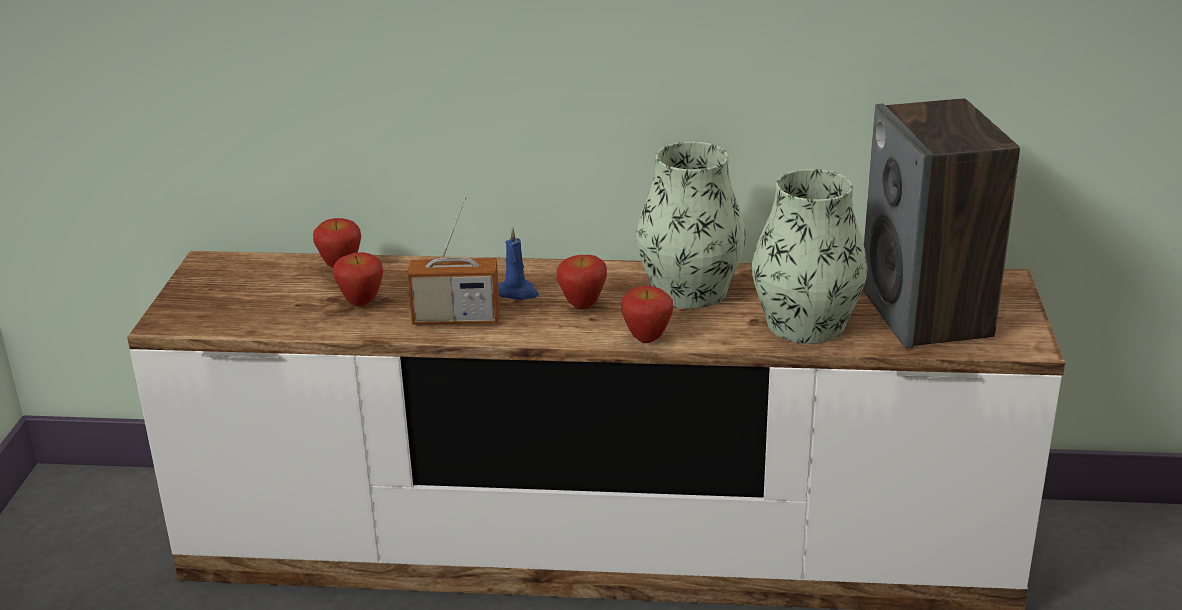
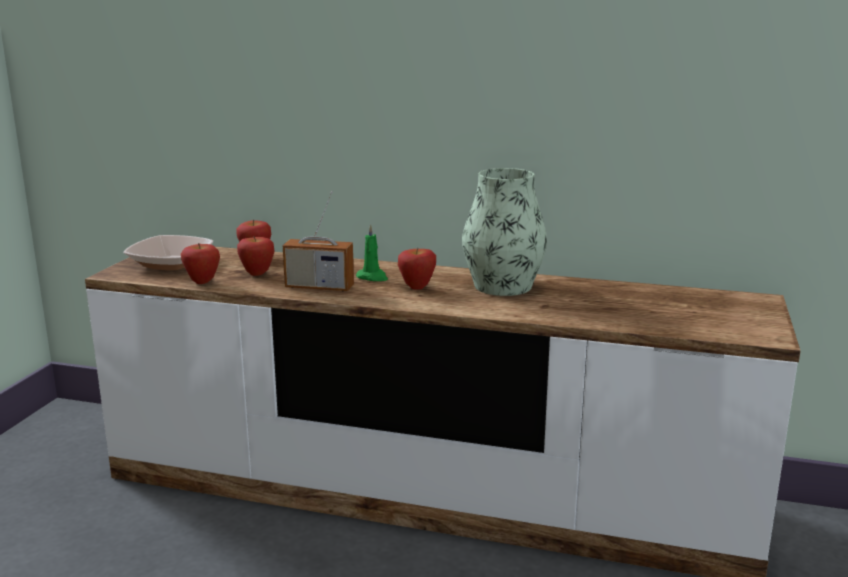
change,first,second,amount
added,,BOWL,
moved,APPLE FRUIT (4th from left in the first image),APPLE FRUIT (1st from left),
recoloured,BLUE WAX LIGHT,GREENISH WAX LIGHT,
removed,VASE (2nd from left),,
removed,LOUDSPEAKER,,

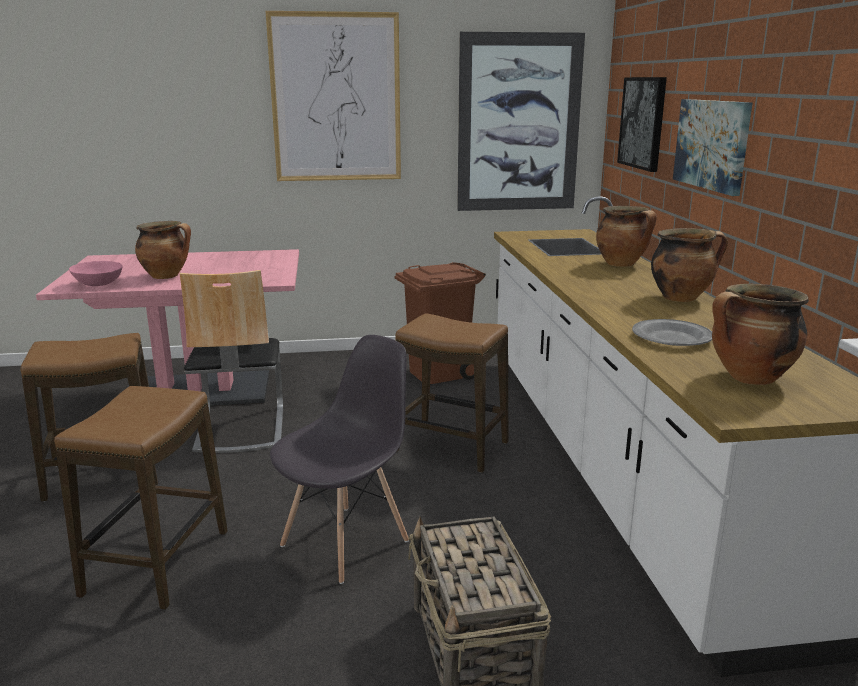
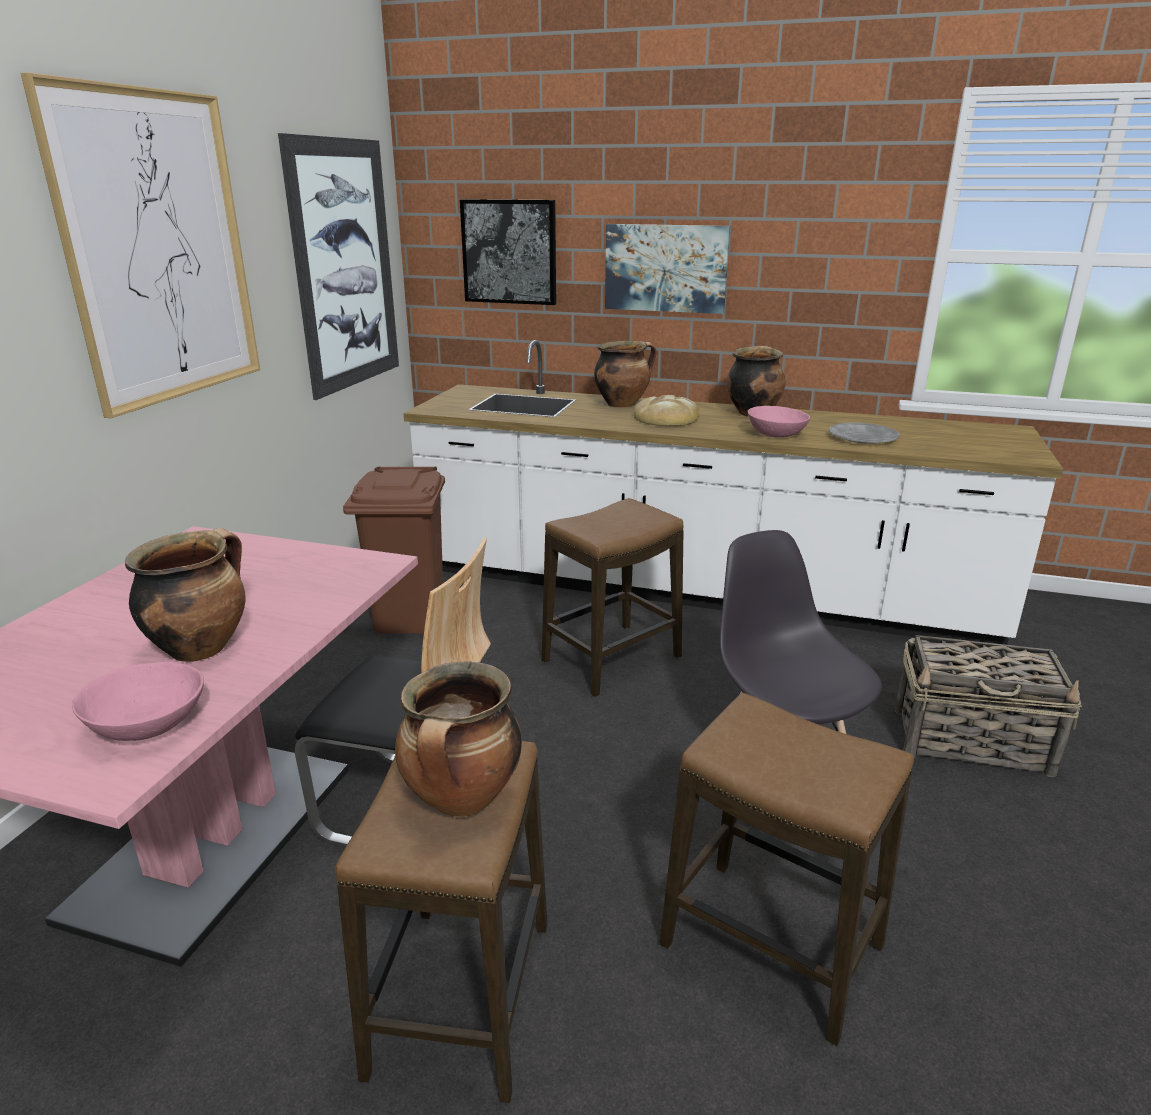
change,first,second,amount
moved,SAUCEPOT (4th from left in the first image),SAUCEPOT (2nd from left),
added,,BAKERY BREAD,
added,,PINKISH BOWL (2nd from left),

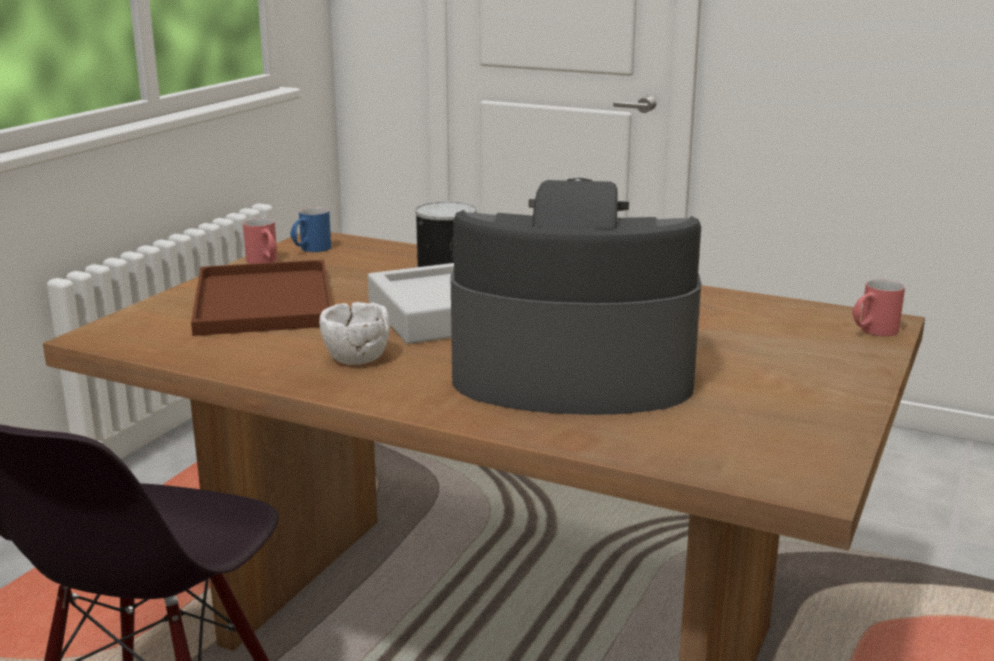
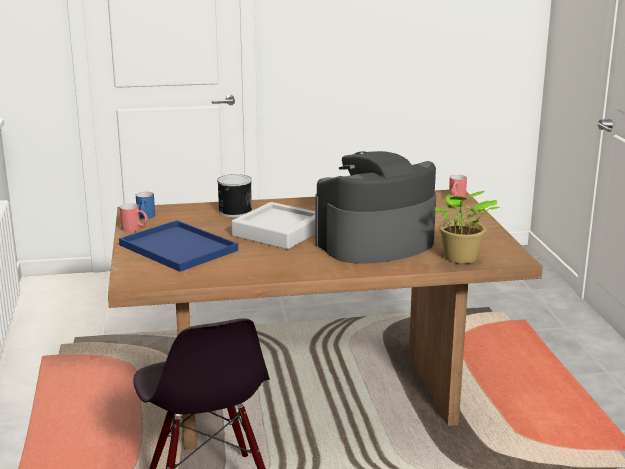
change,first,second,amount
recoloured,BROWN-COLOURED TRAY,BLUE TRAY,
added,,HOUSEPLANT,
removed,WHITE BOWL,,

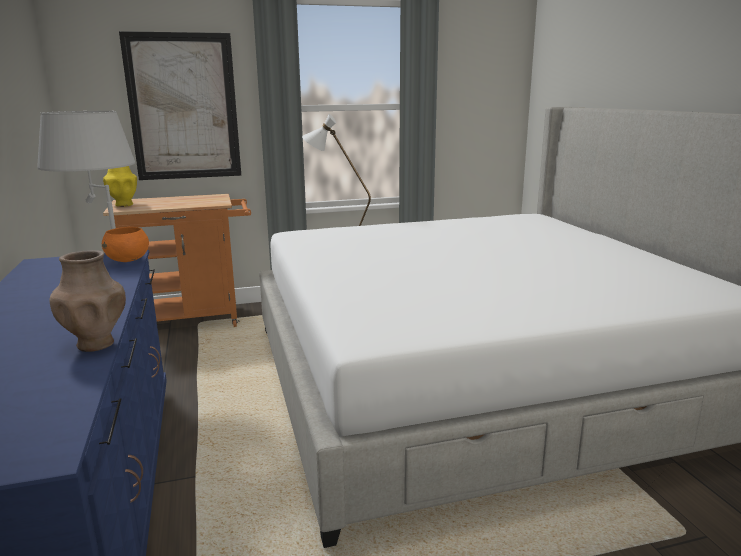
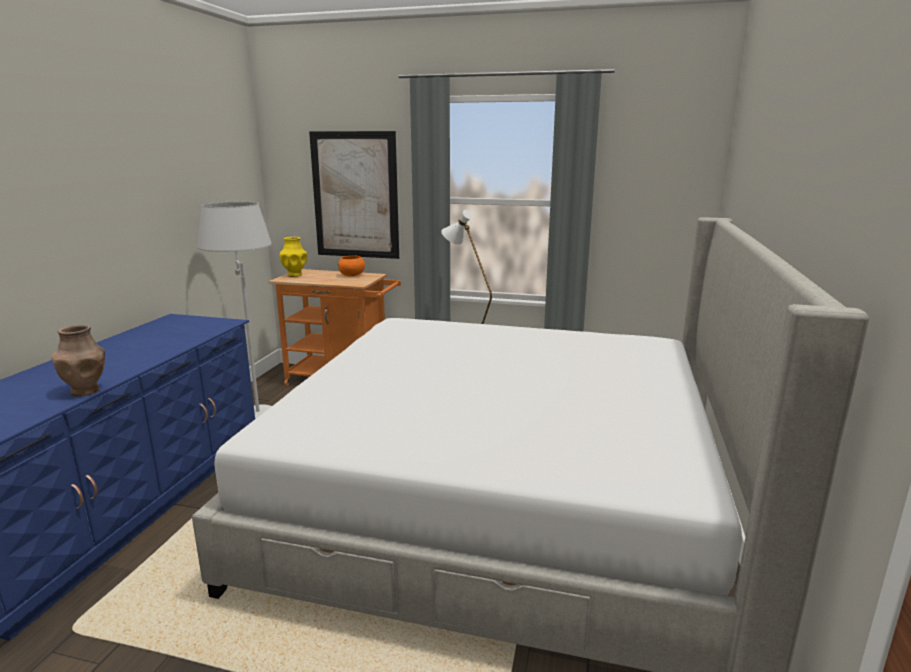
change,first,second,amount
moved,ORANGE-COLOURED BOWL,,

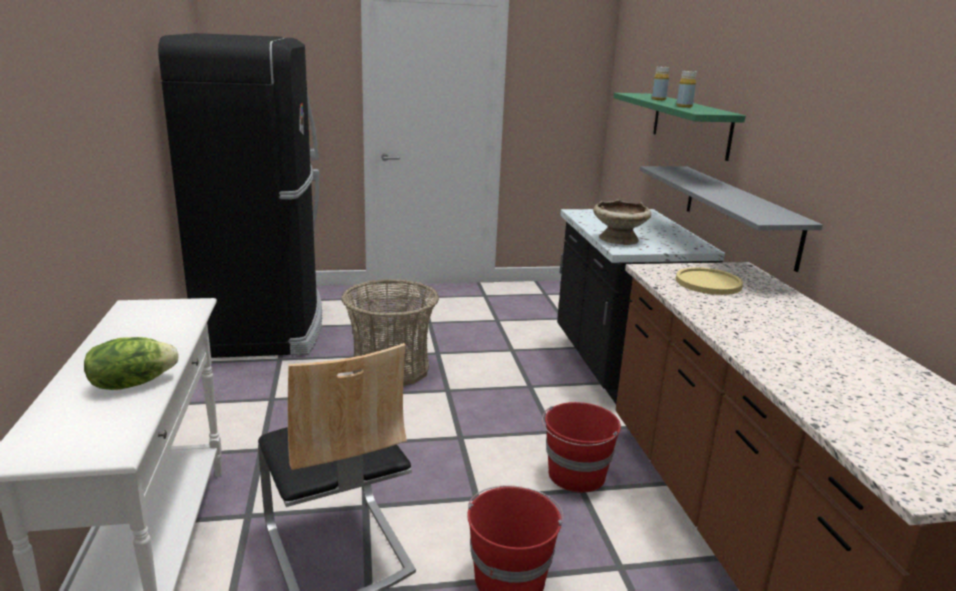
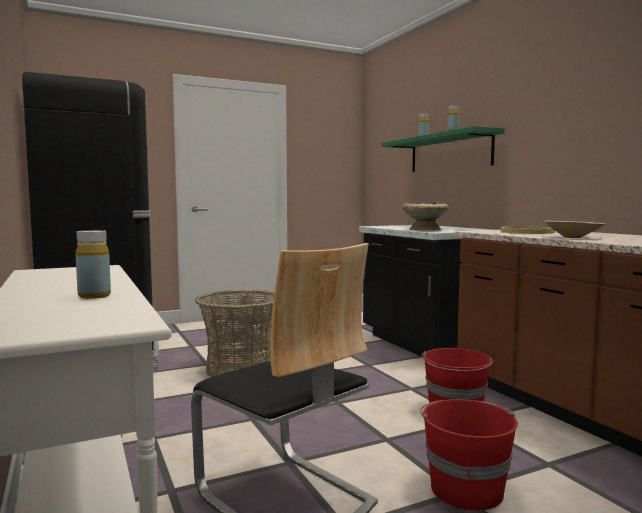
change,first,second,amount
replaced,HEAD OF LETTUCE,YELLOW BEVERAGE BOTTLE (1st from left),
added,,BEIGE BOWL (2nd from left),
removed,GREY BRACKET SHELF,,

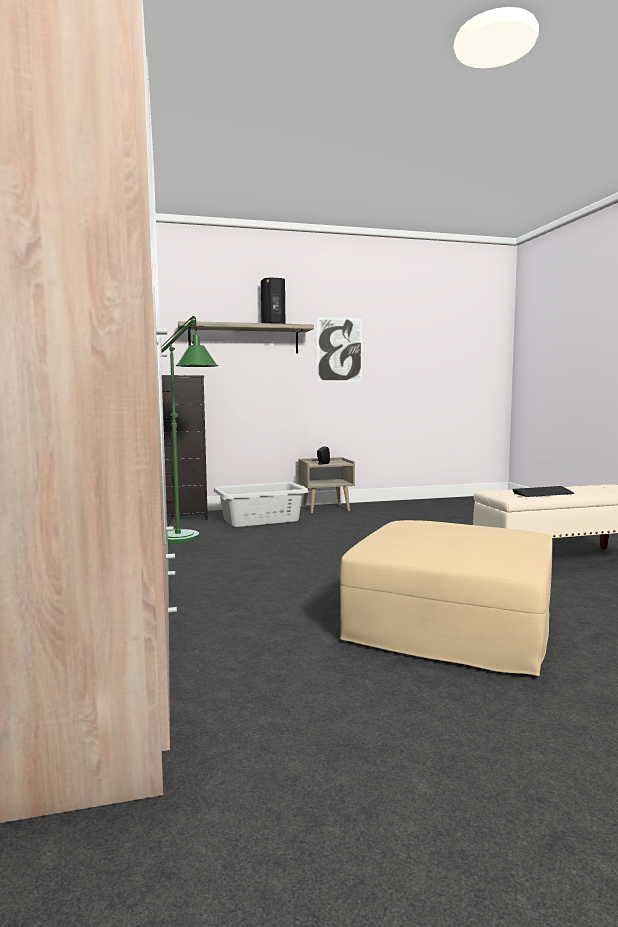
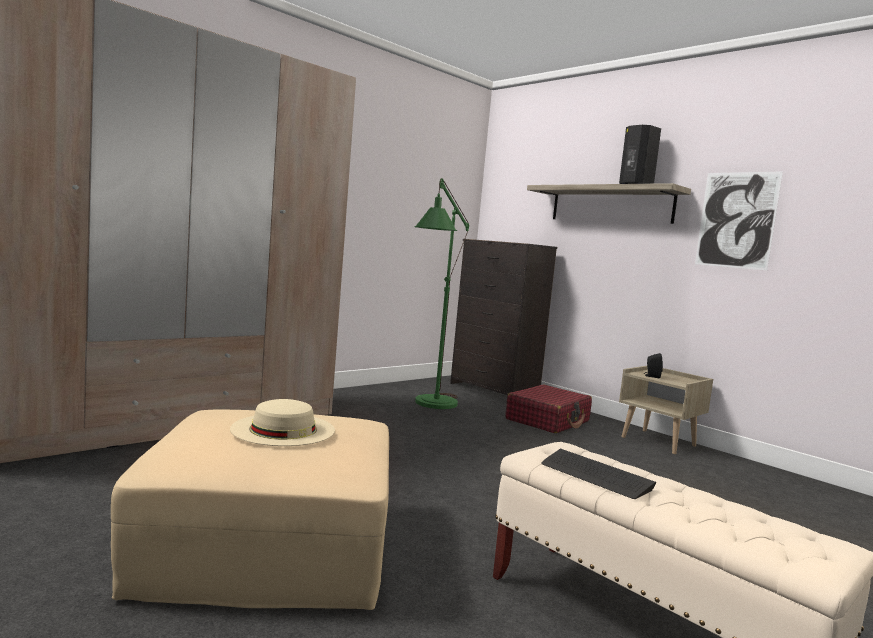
change,first,second,amount
added,,BEIGE HAT,
replaced,GREY WASHING BASKET,RED-COLOURED PIECE OF LUGGAGE,

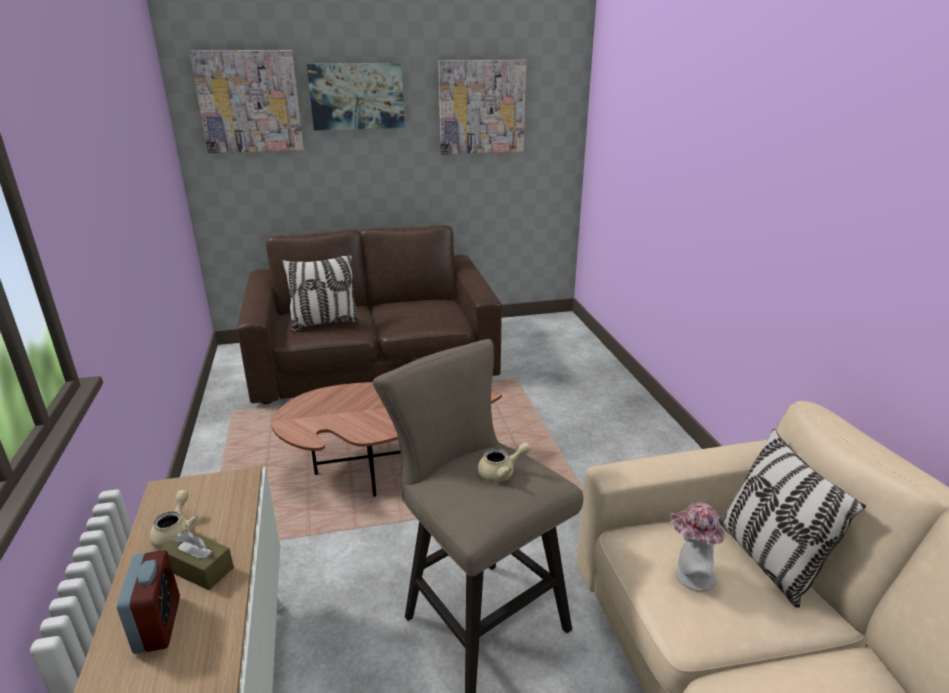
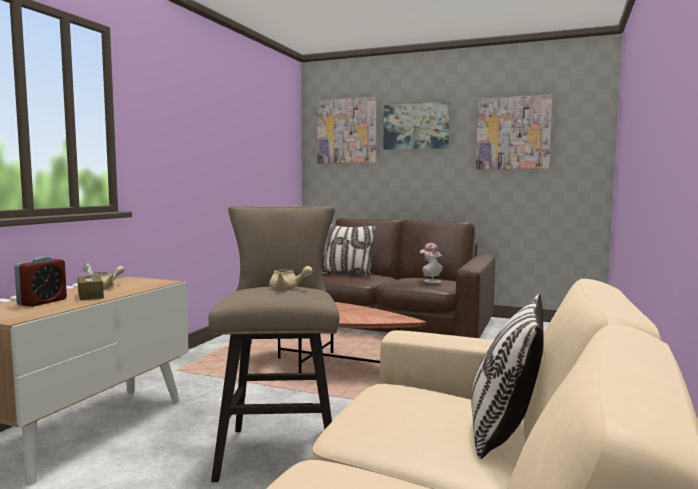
change,first,second,amount
moved,HAT,,

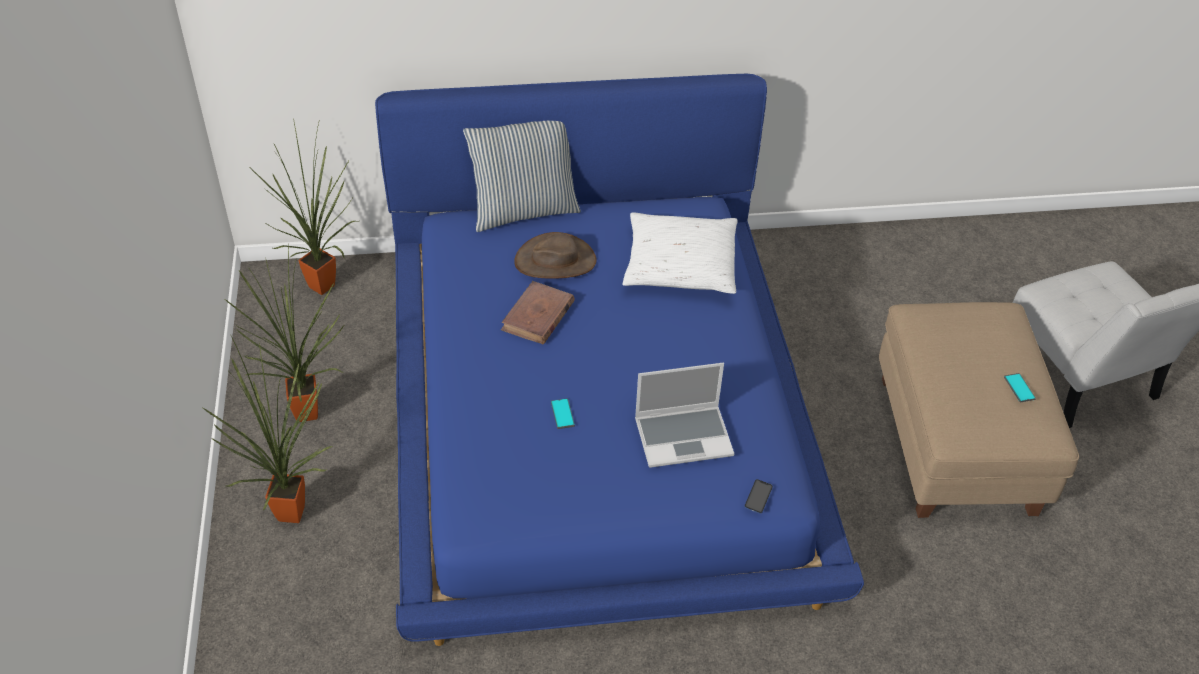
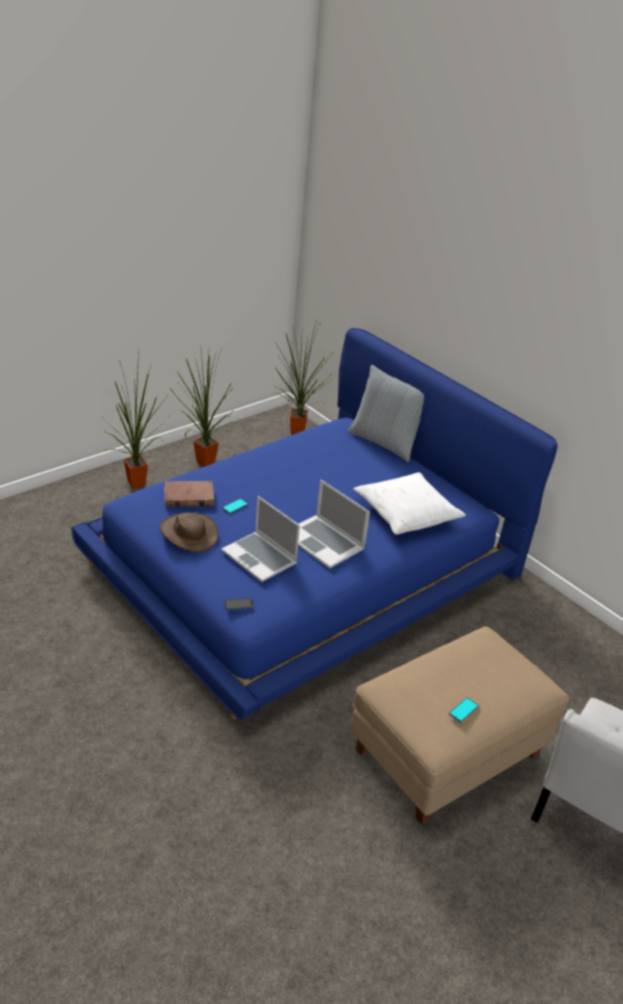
change,first,second,amount
moved,BROWN-COLOURED HAT,,
moved,BROWN-COLOURED BOOK,,
added,,LAPTOP (2nd from left),

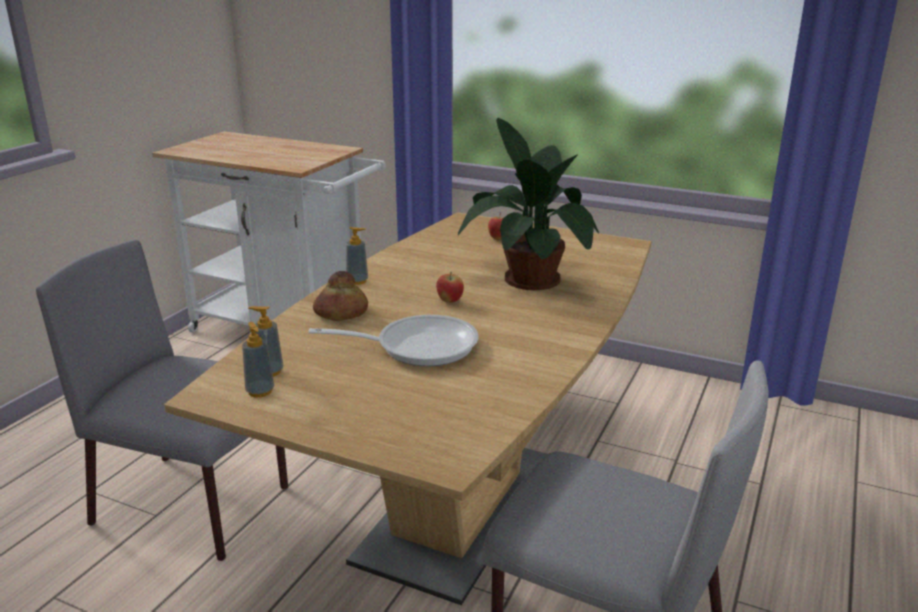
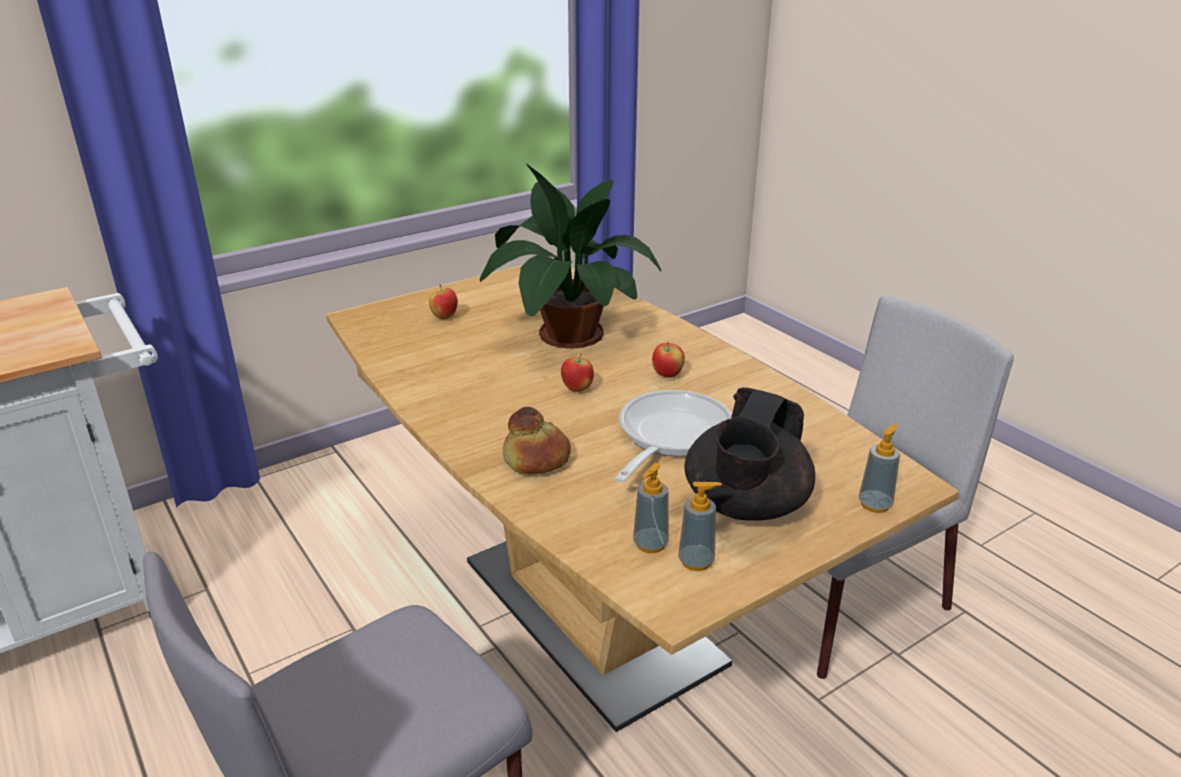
change,first,second,amount
added,,APPLE FRUIT (3rd from left),
added,,BLACKISH POT FOR TEA,
moved,LIQUID SOAP BOTTLE (3rd from left),,

